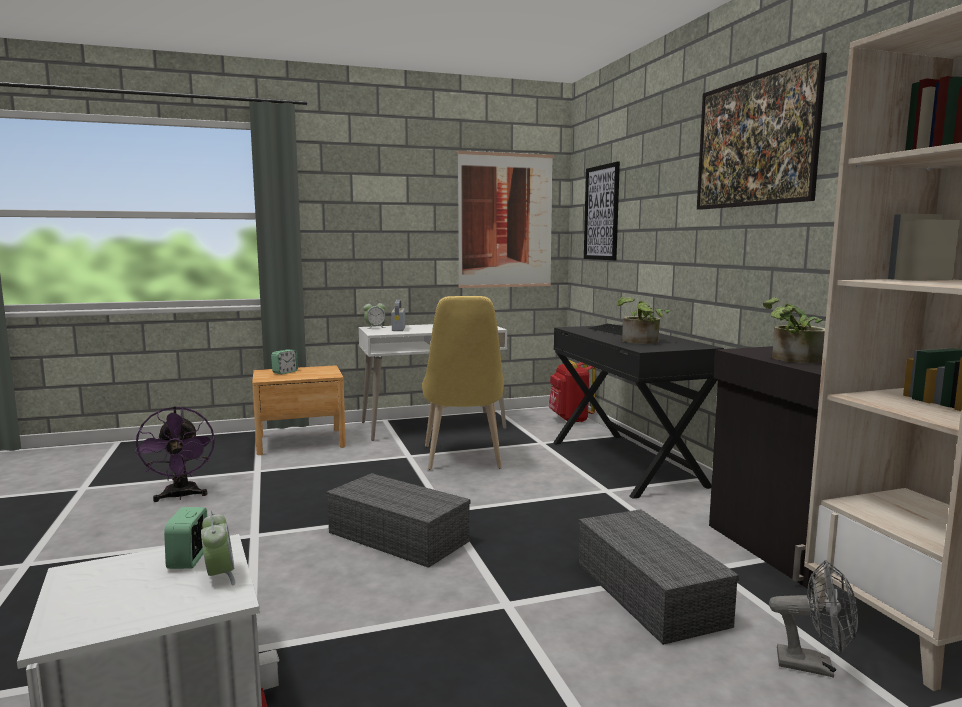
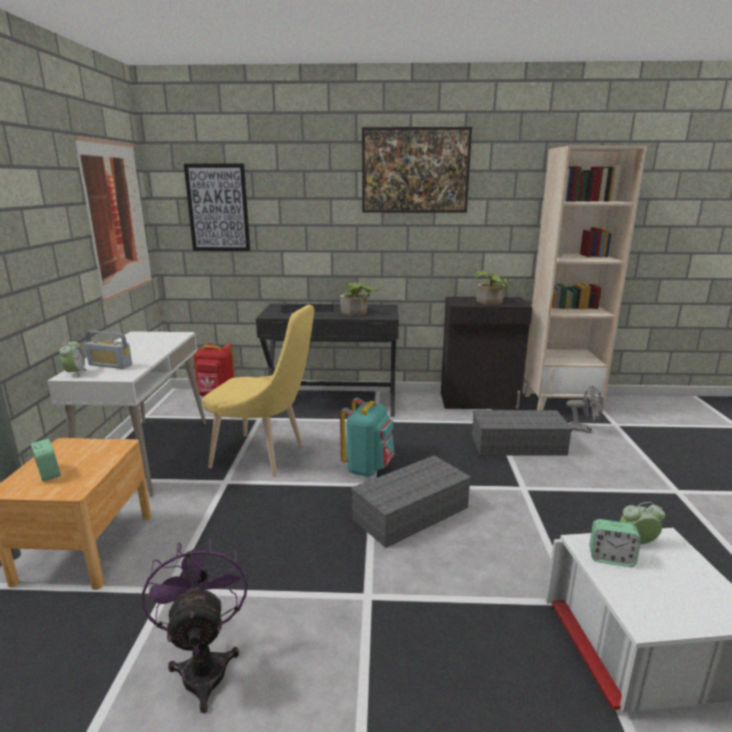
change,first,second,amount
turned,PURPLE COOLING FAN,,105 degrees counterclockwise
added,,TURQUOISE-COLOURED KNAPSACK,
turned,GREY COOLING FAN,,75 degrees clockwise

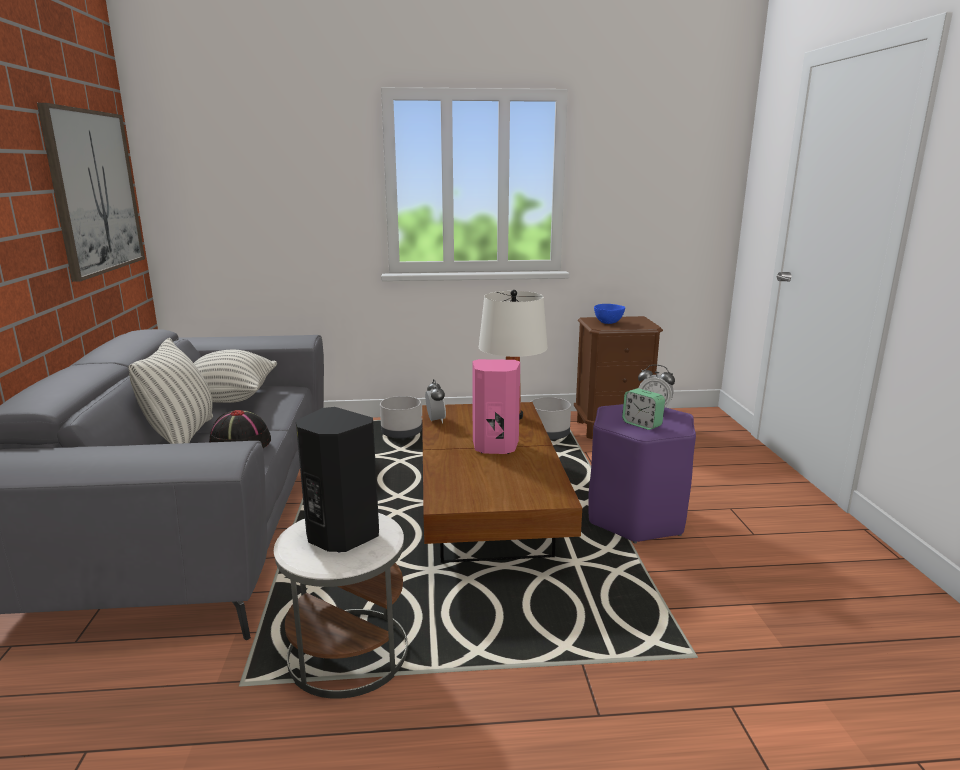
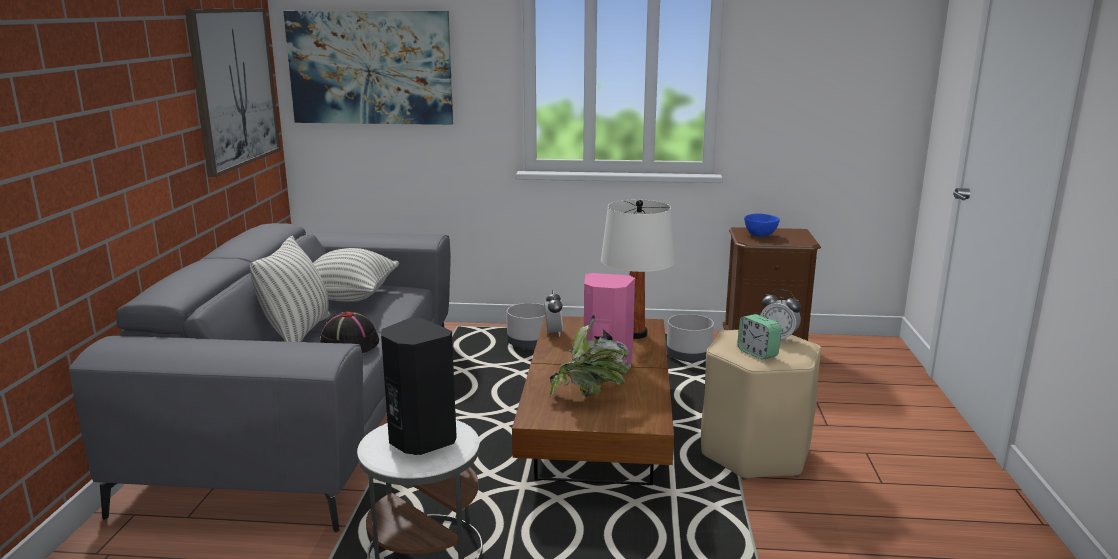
change,first,second,amount
added,,WALL ART (2nd from left),
added,,HOUSEPLANT,
recoloured,PURPLE SITTING STOOL,BEIGE SITTING STOOL,

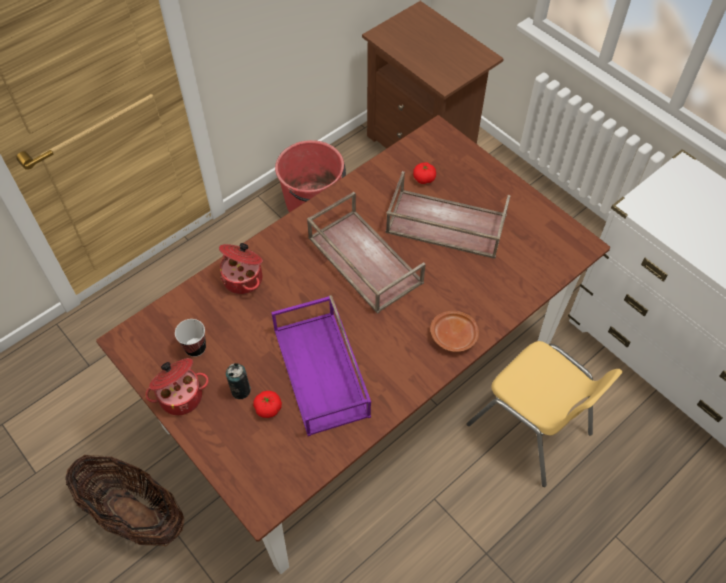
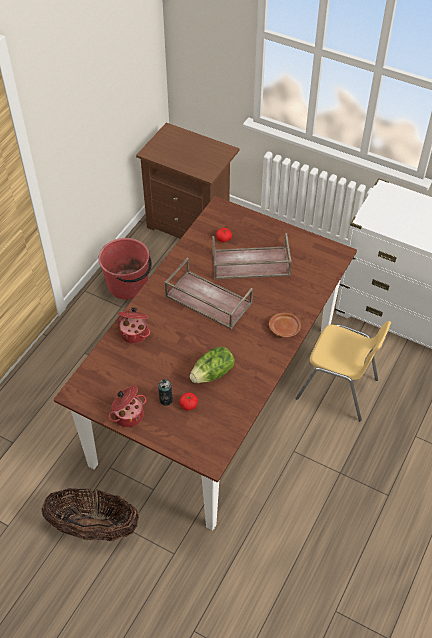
change,first,second,amount
replaced,PURPLE TRAY,HEAD OF LETTUCE,
removed,DRINKING CUP,,

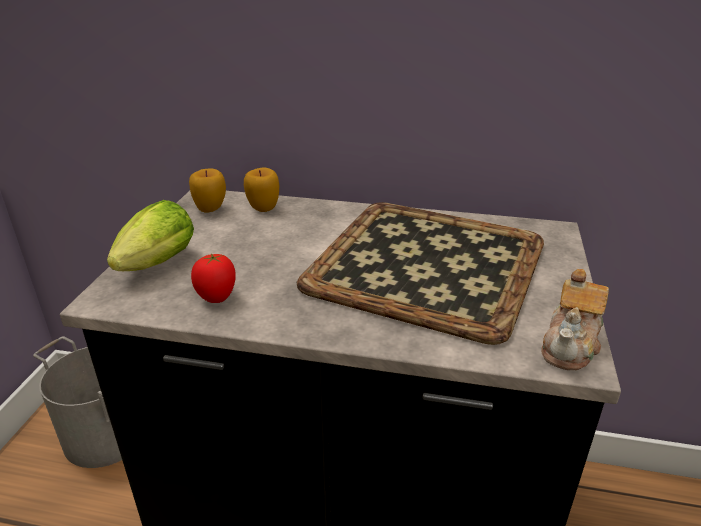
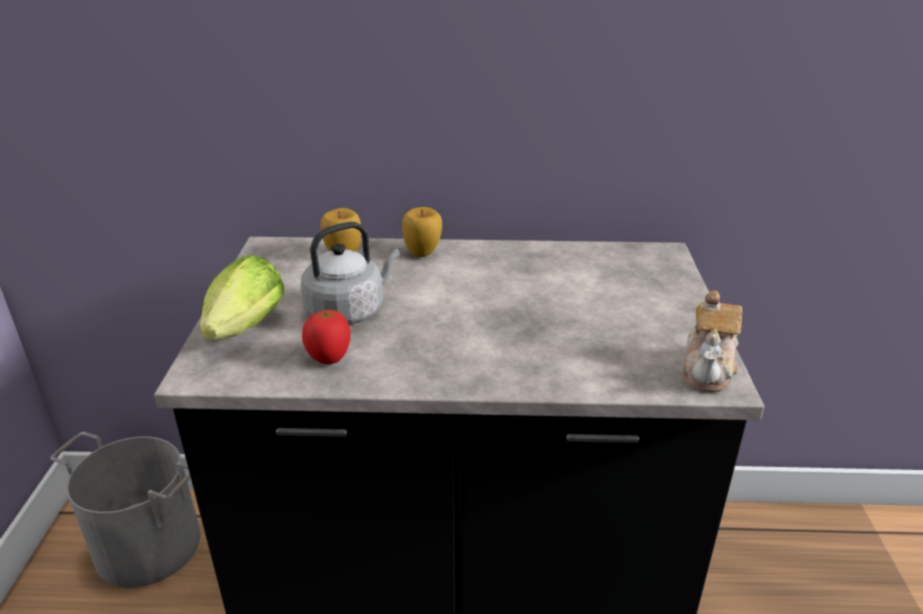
change,first,second,amount
added,,GREY KETTLE,
moved,APPLE FRUIT (1st from left in the first image),APPLE FRUIT (2nd from left),
removed,TRAY,,

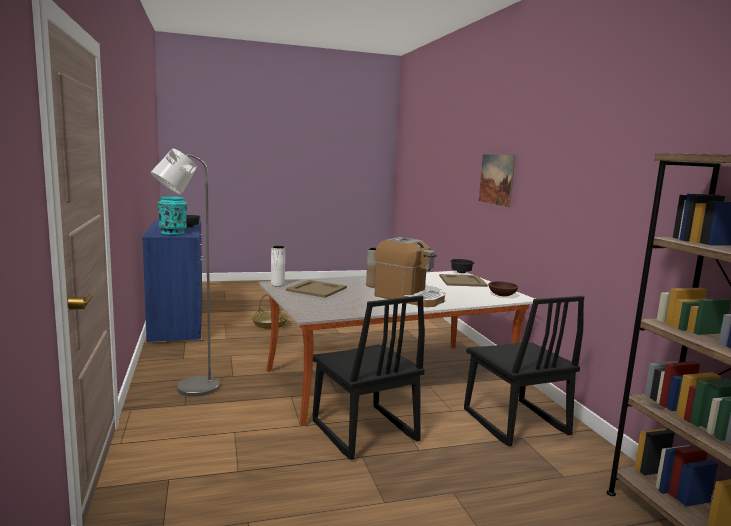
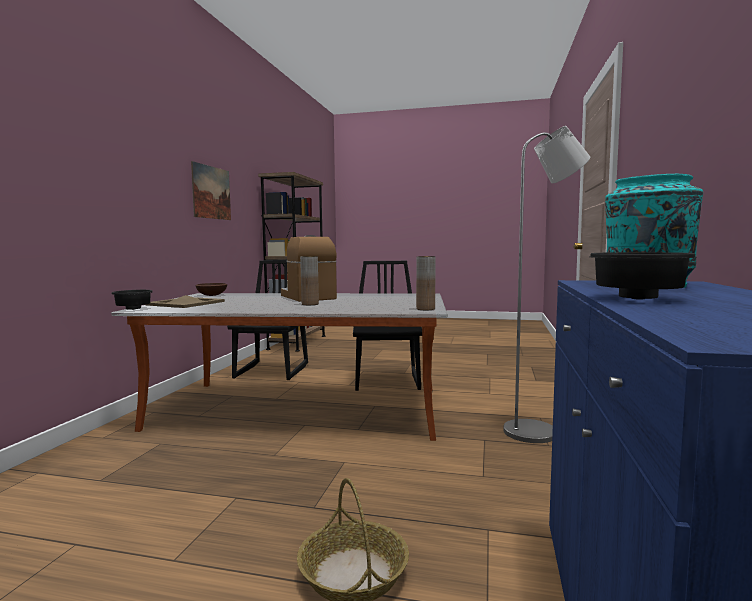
change,first,second,amount
moved,WALL ART,,
recoloured,WHITE VASE,BROWN-COLOURED VASE (2nd from left),
removed,BEIGE TRAY (1st from left),,

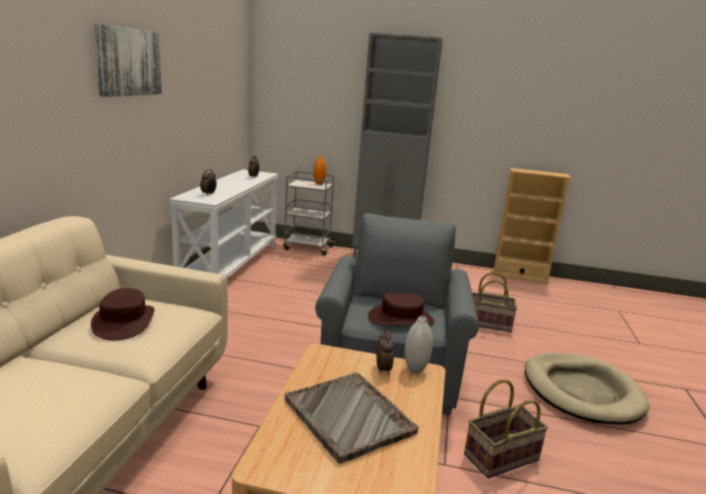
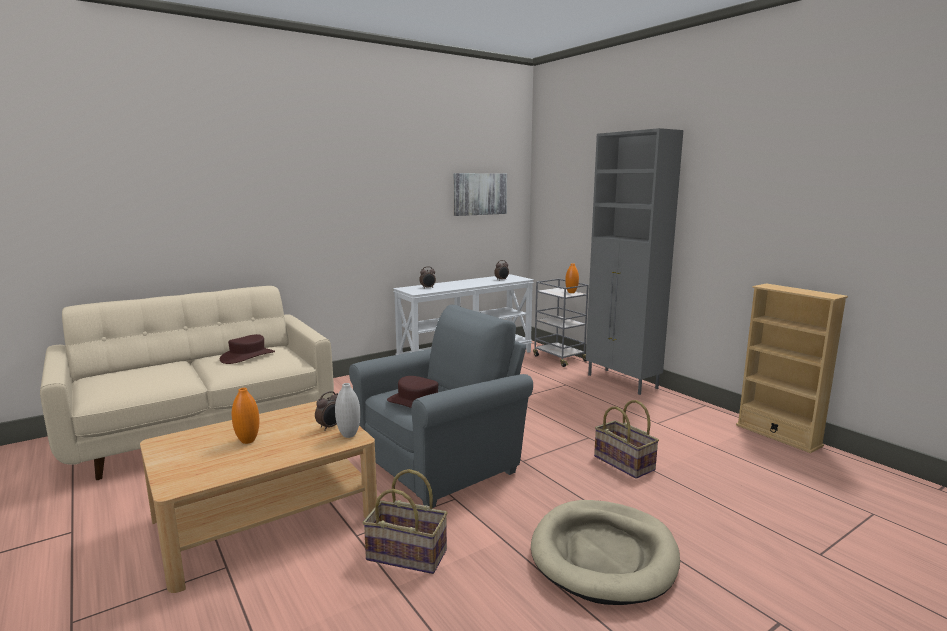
change,first,second,amount
replaced,GREY TRAY,ORANGE-COLOURED VASE (1st from left),
moved,WALL ART,,

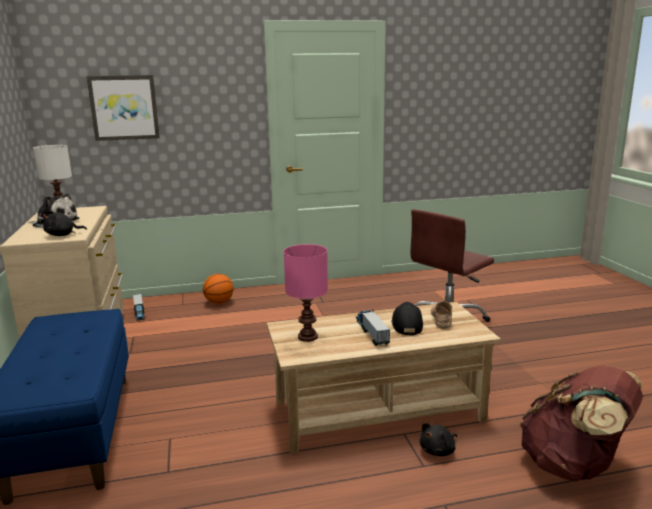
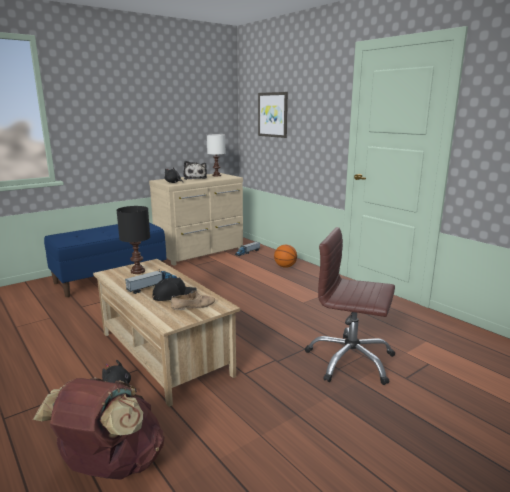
change,first,second,amount
recoloured,PINKISH LAMP FOR A TABLE,BLACKISH LAMP FOR A TABLE,

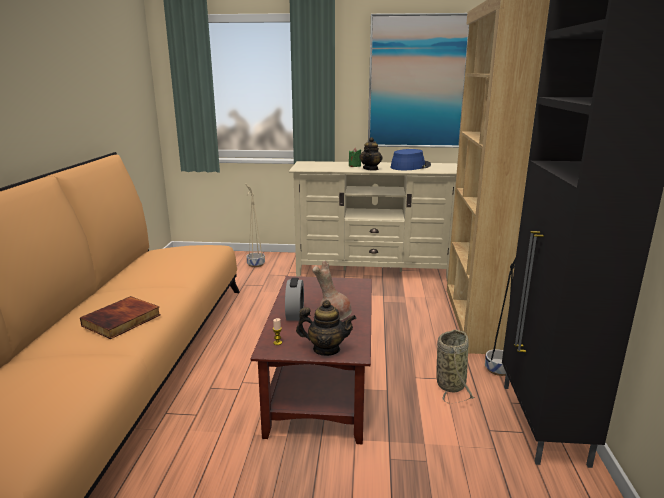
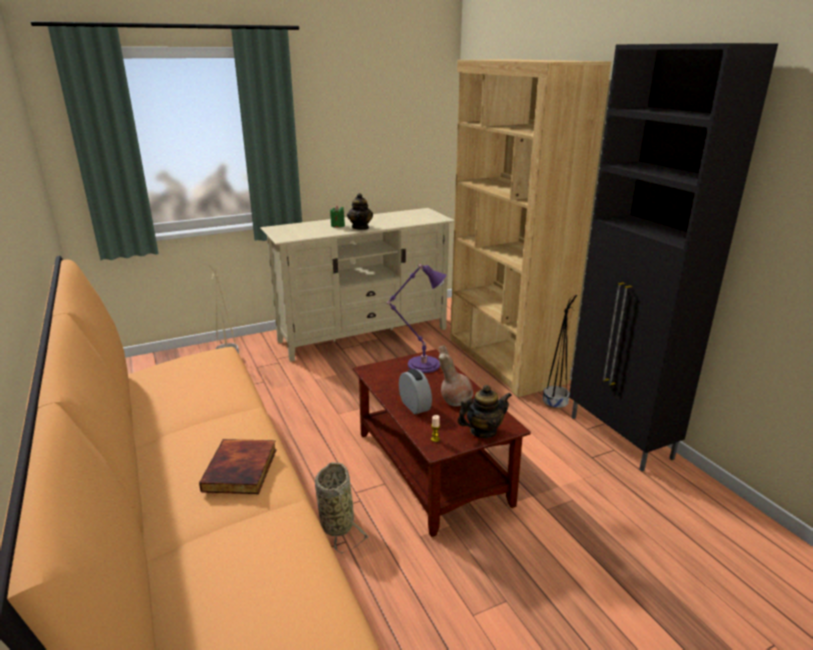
change,first,second,amount
moved,BASKET,,
added,,PURPLE LAMP FOR A TABLE,
removed,WALL ART,,
removed,BLUE HAT,,

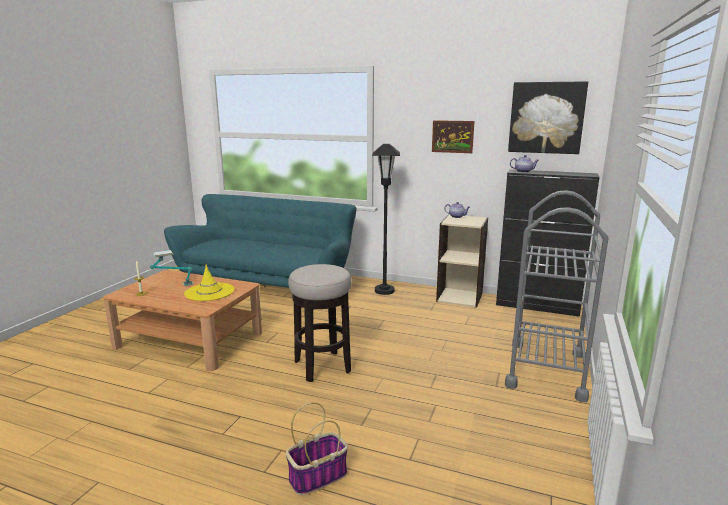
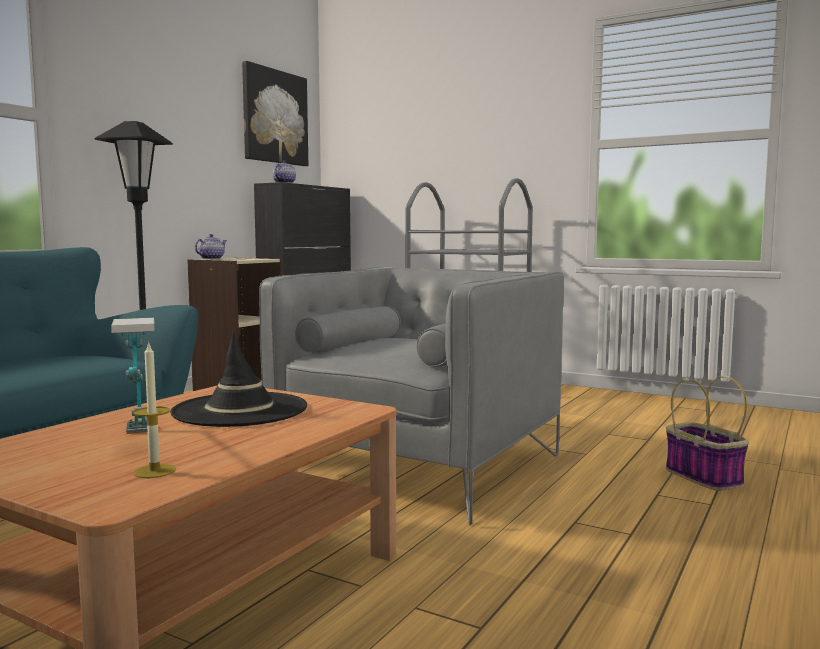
change,first,second,amount
recoloured,YELLOW HAT,BLACKISH HAT,
replaced,SITTING STOOL,GREY LOUNGE CHAIR,
removed,WALL ART (1st from left),,

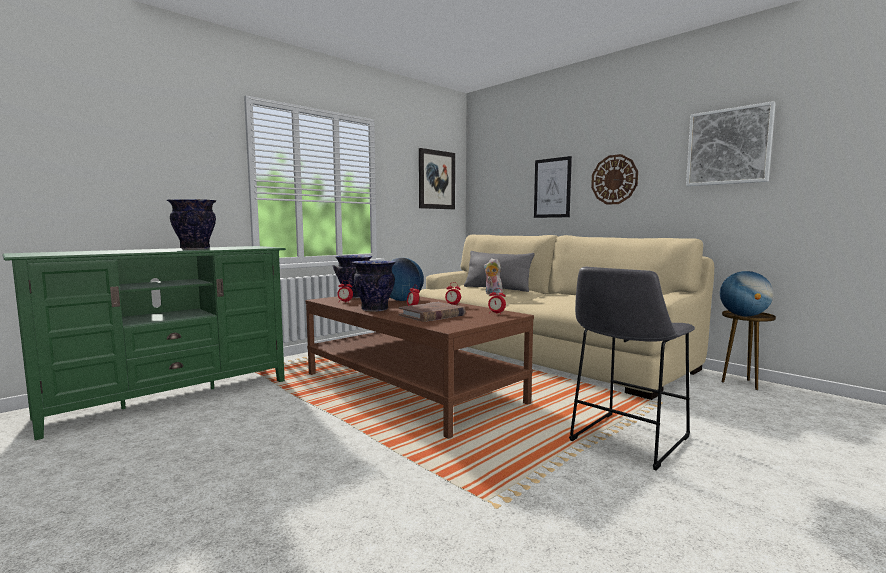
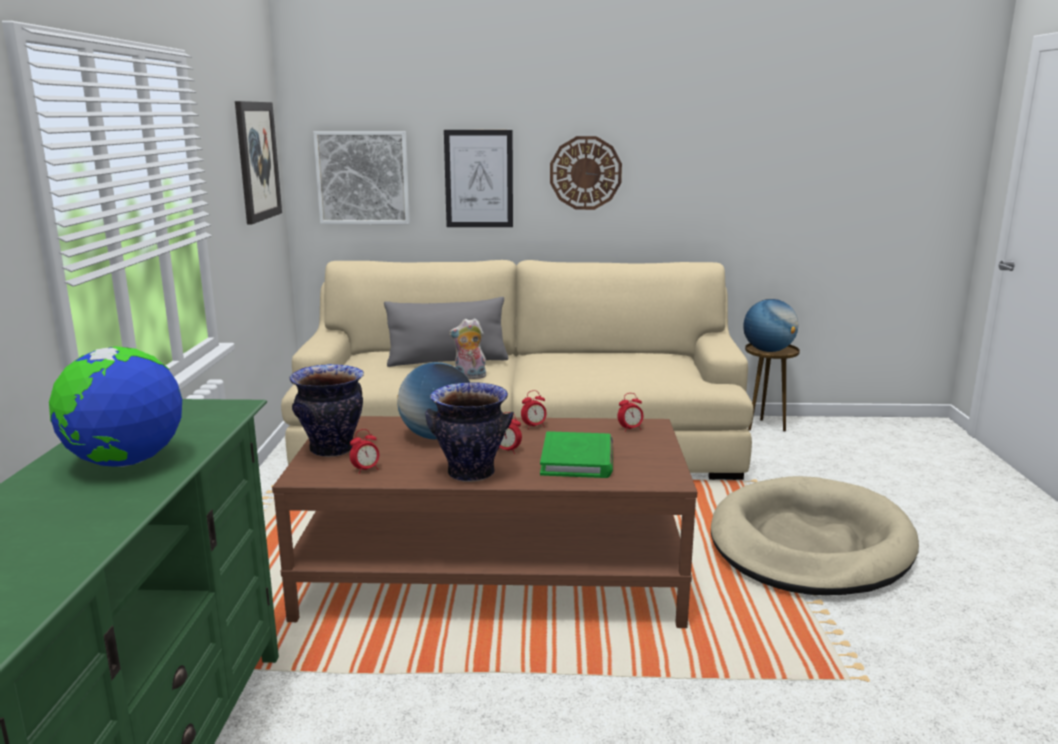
change,first,second,amount
replaced,VASE (1st from left),WORLD GLOBE (1st from left),
moved,WALL ART (3rd from left in the first image),WALL ART (2nd from left),
recoloured,BROWN-COLOURED BOOK,GREENISH BOOK,
replaced,GREY SITTING STOOL,BEIGE DOG CUSHION,

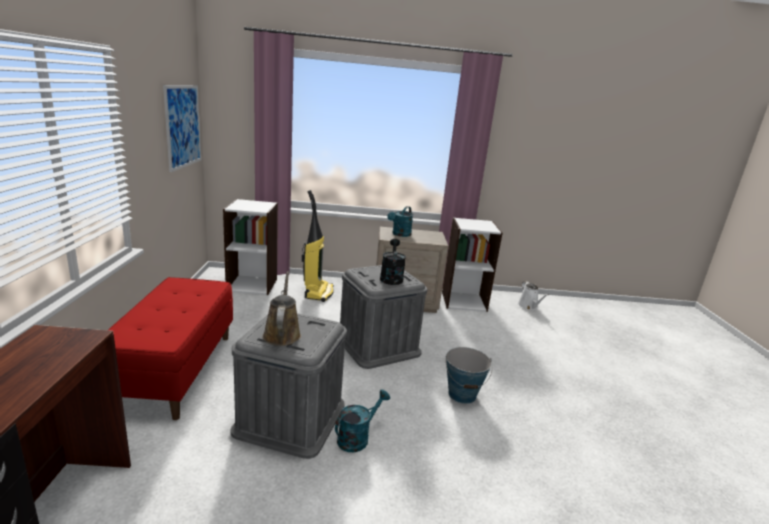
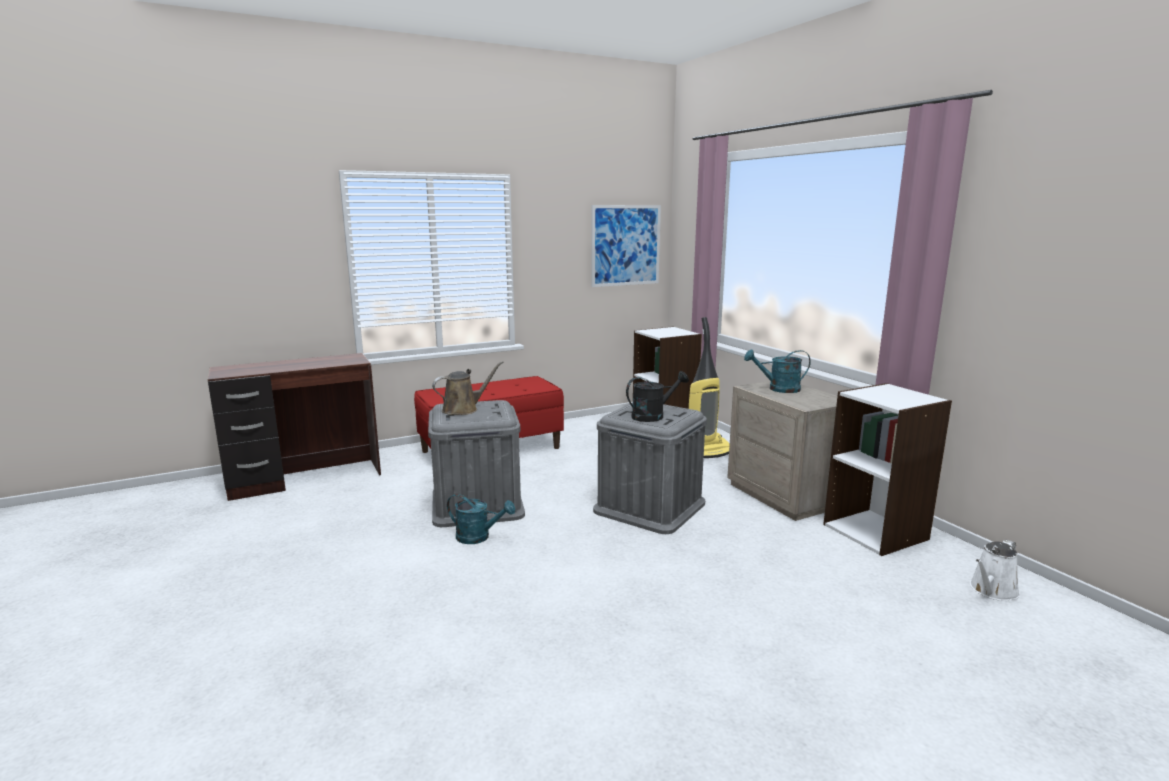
change,first,second,amount
removed,WATER BUCKET,,

